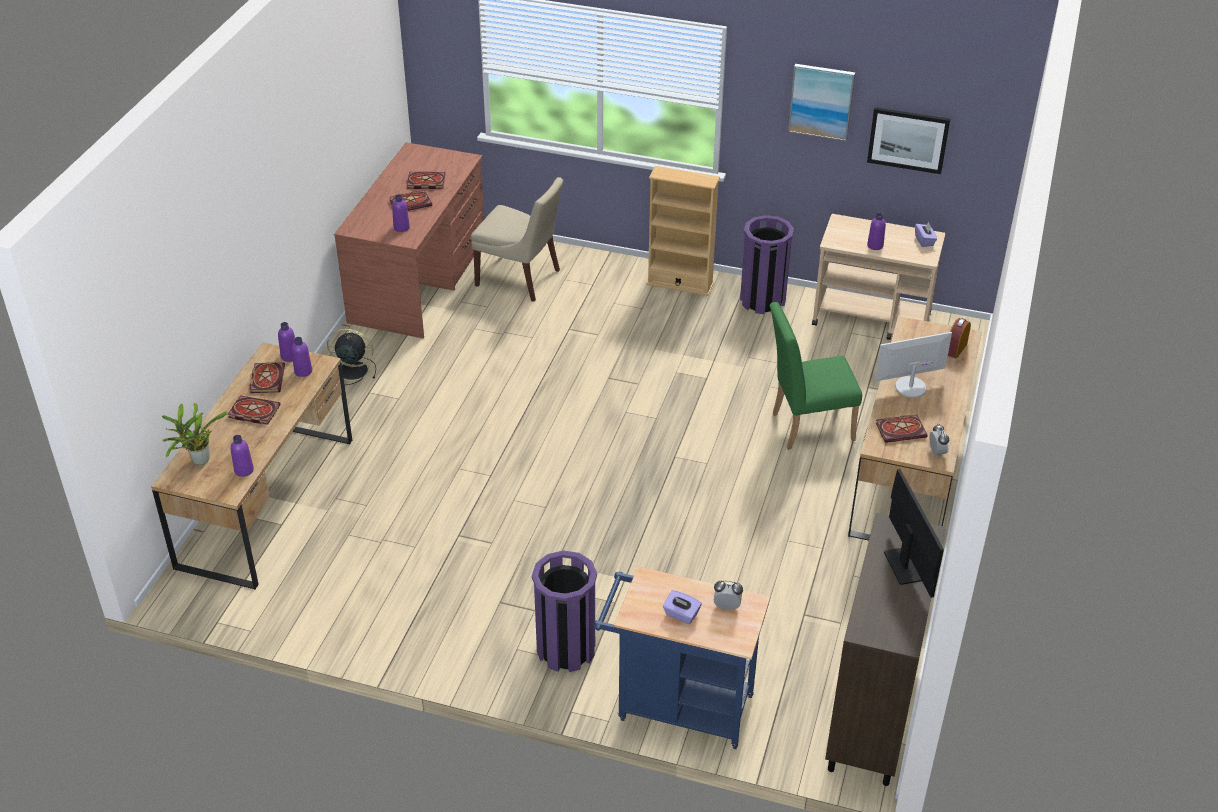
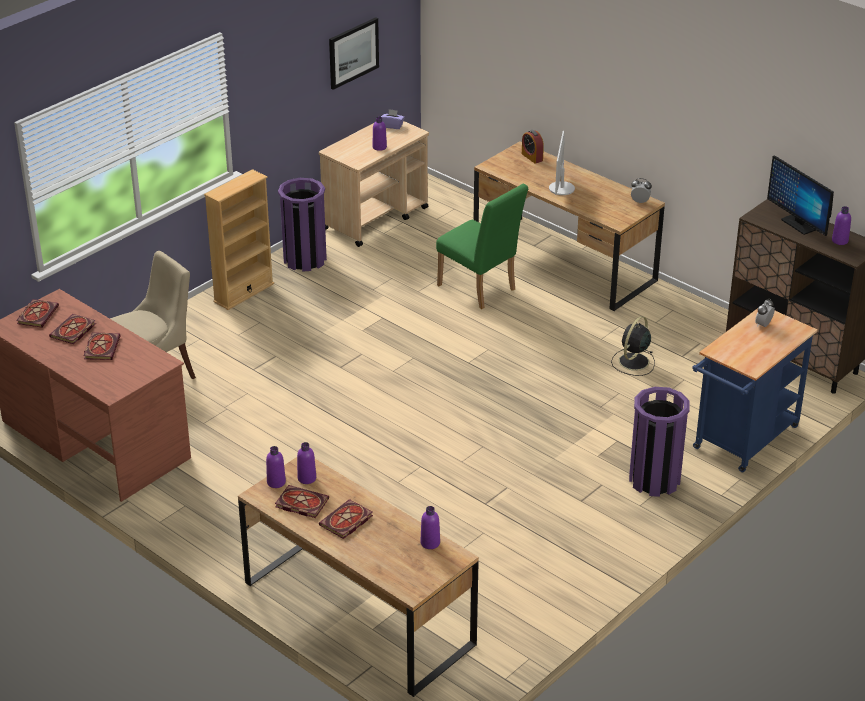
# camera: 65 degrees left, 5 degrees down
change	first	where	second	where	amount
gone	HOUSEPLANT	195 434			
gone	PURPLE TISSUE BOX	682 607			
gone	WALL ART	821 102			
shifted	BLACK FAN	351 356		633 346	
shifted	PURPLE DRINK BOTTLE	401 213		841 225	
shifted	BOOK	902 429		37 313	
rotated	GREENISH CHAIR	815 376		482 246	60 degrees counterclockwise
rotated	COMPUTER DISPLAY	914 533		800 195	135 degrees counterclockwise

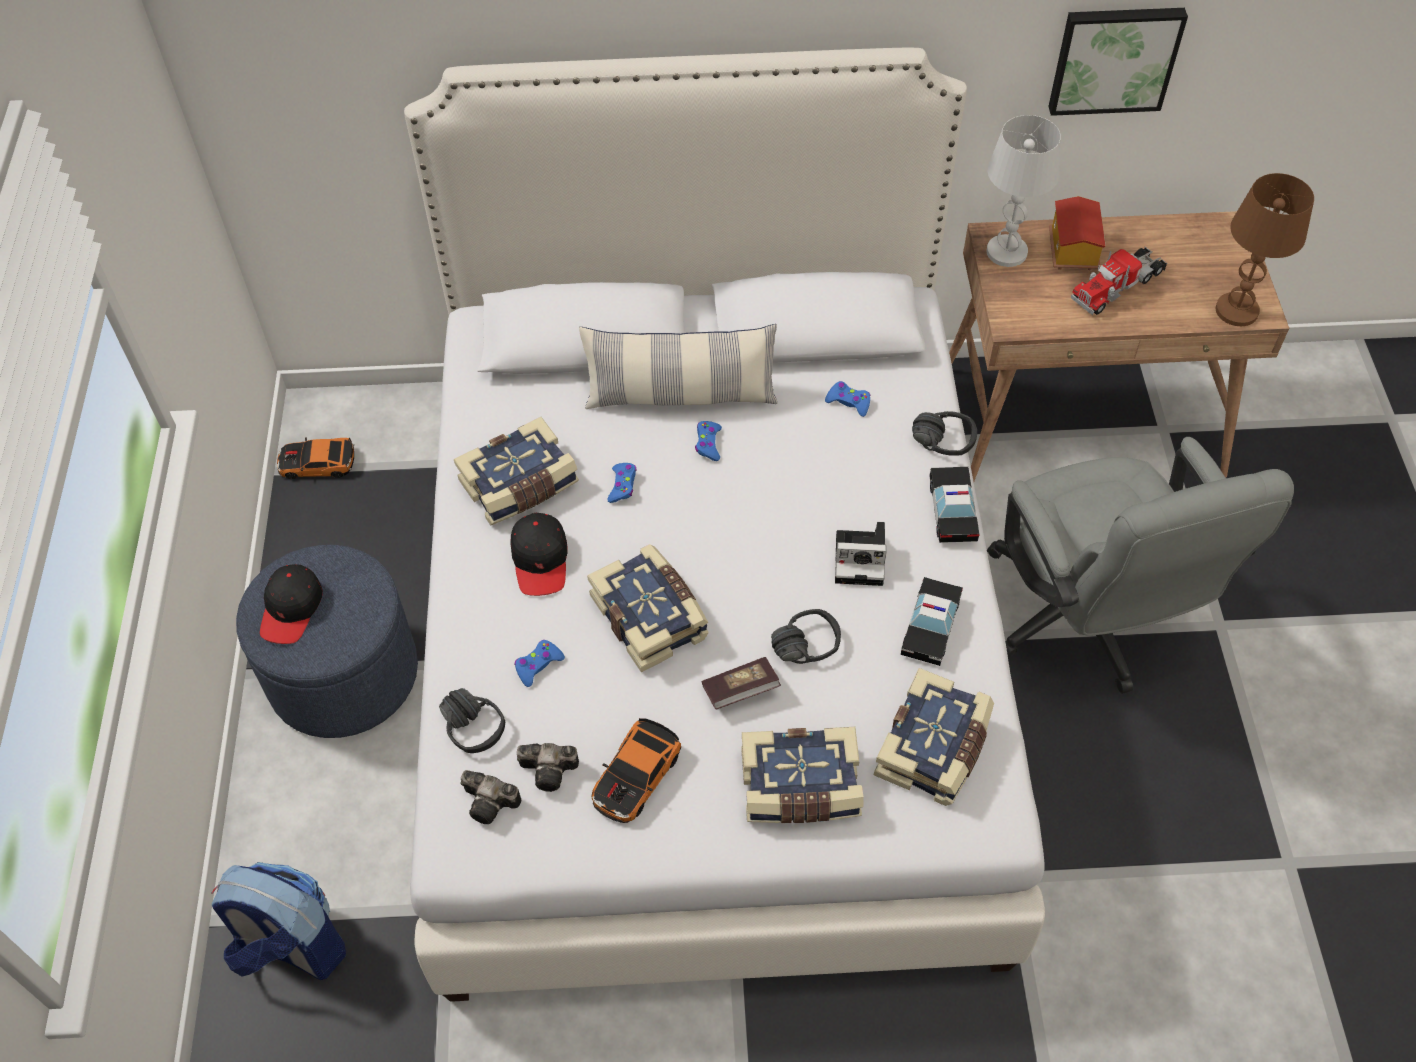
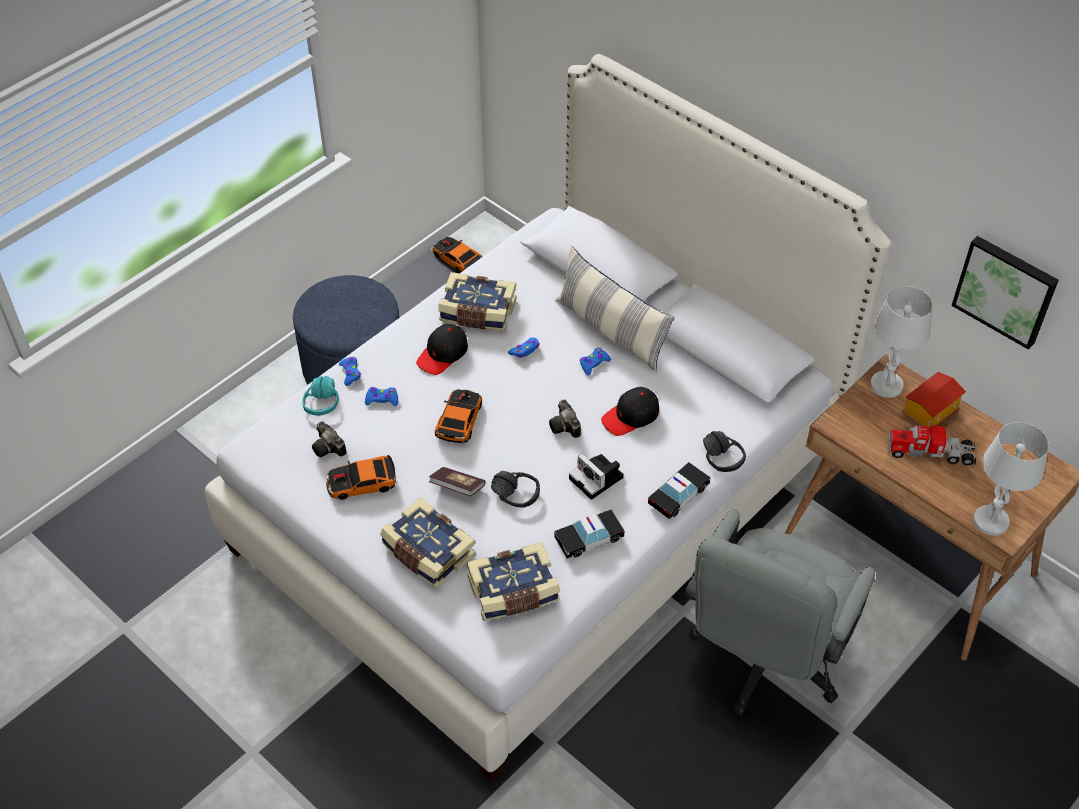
# camera: 45 degrees right, 5 degrees down
change	first	where	second	where	amount
gone	BACKPACK	278 921			
shifted	BLACK BASEBALL CAP	291 604		630 411	
shifted	PHOTO CAMERA	490 797		565 418	
shifted	BLUISH GAME CONTROLLER	847 399		350 371	
swapped	BOOK	648 608	MINIATURE CAR	458 416	
repainted	BLACK PAIR OF HEADPHONES	472 720	BLUE-GREEN PAIR OF HEADPHONES	320 396	
repainted	BROWNISH TABLETOP LAMP	1265 249	WHITE TABLETOP LAMP	1011 479	

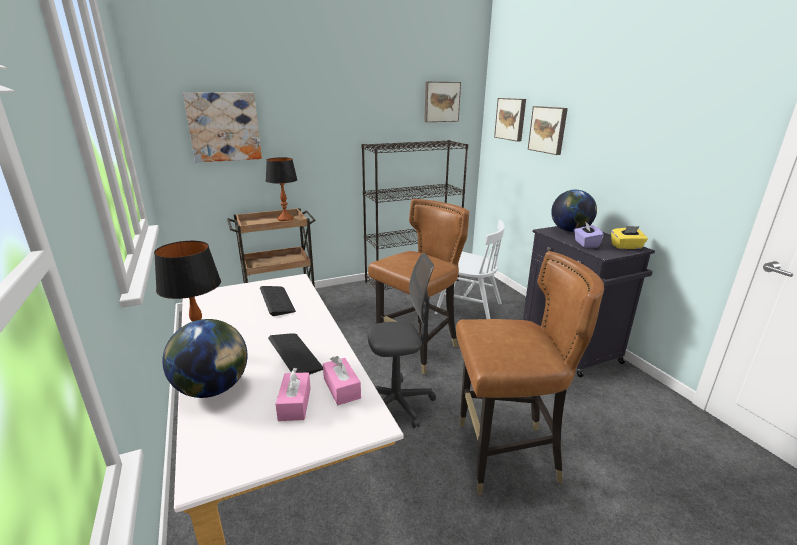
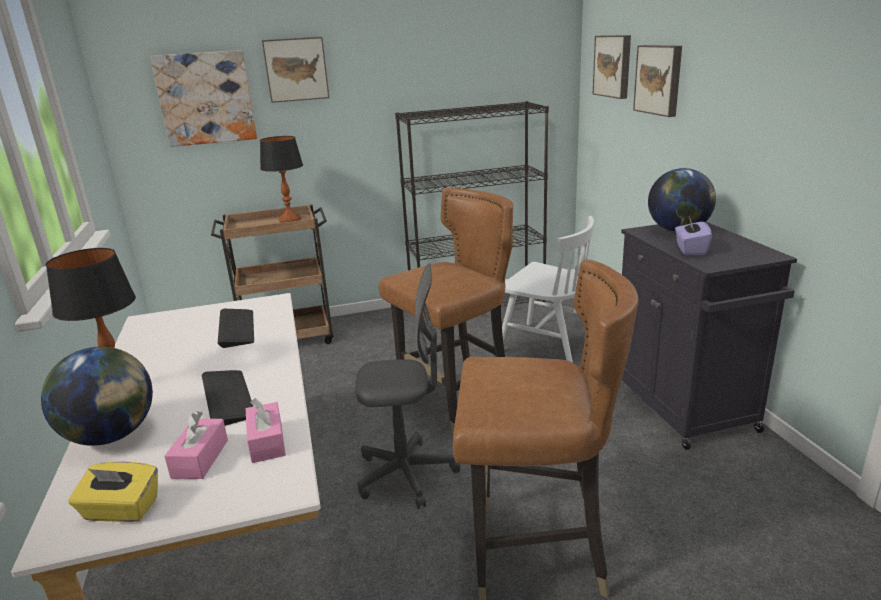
# camera: 10 degrees right, 0 degrees up
change	first	where	second	where	amount
shifted	WALL ART	442 102		295 70	
shifted	YELLOW-COLOURED TISSUE BOX	629 237		113 491	

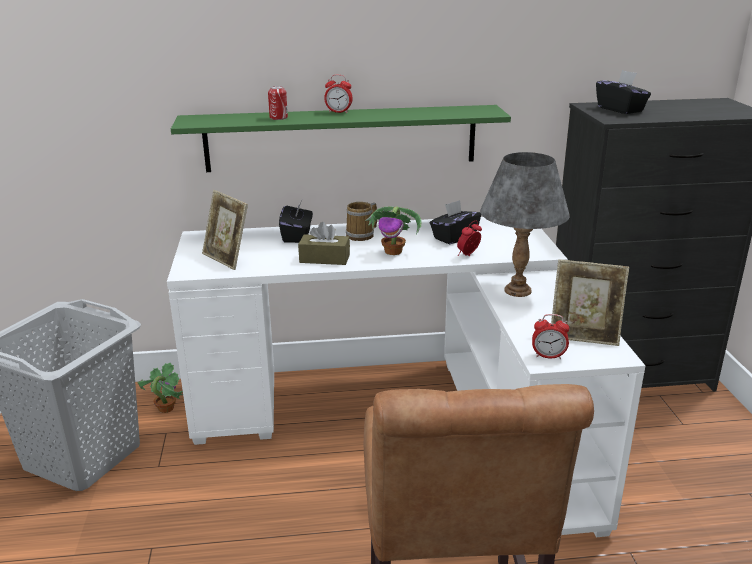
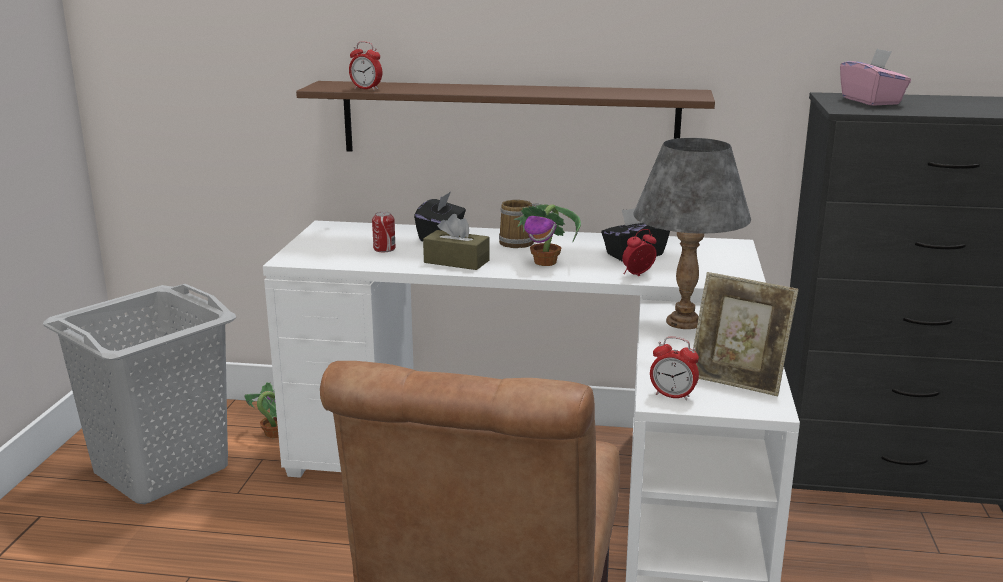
# camera: 15 degrees right, 5 degrees down
change	first	where	second	where	amount
gone	PHOTO FRAME	225 230			
shifted	METAL CAN	278 103		384 232	
shifted	BEDSIDE CLOCK	338 94		365 65	
repainted	GREENISH BRACKET SHELF	341 138	BROWNISH BRACKET SHELF	505 116	
repainted	BLACK TISSUE BOX	623 92	PINKISH TISSUE BOX	875 77	

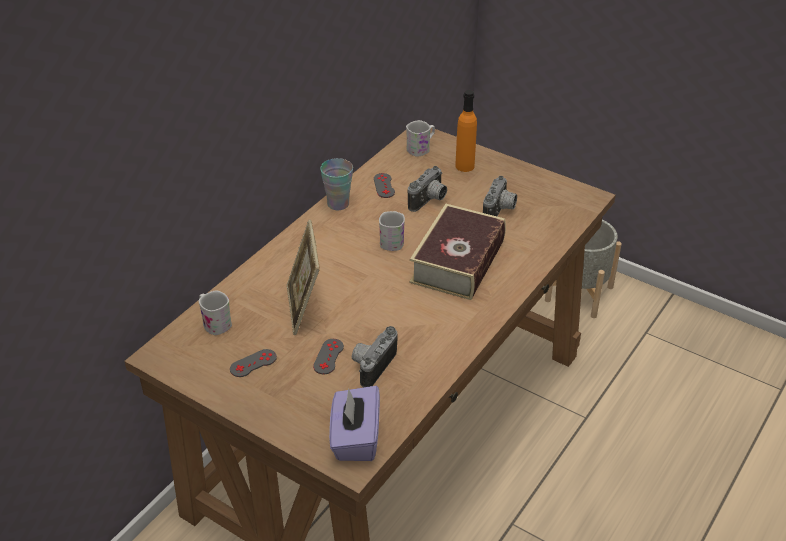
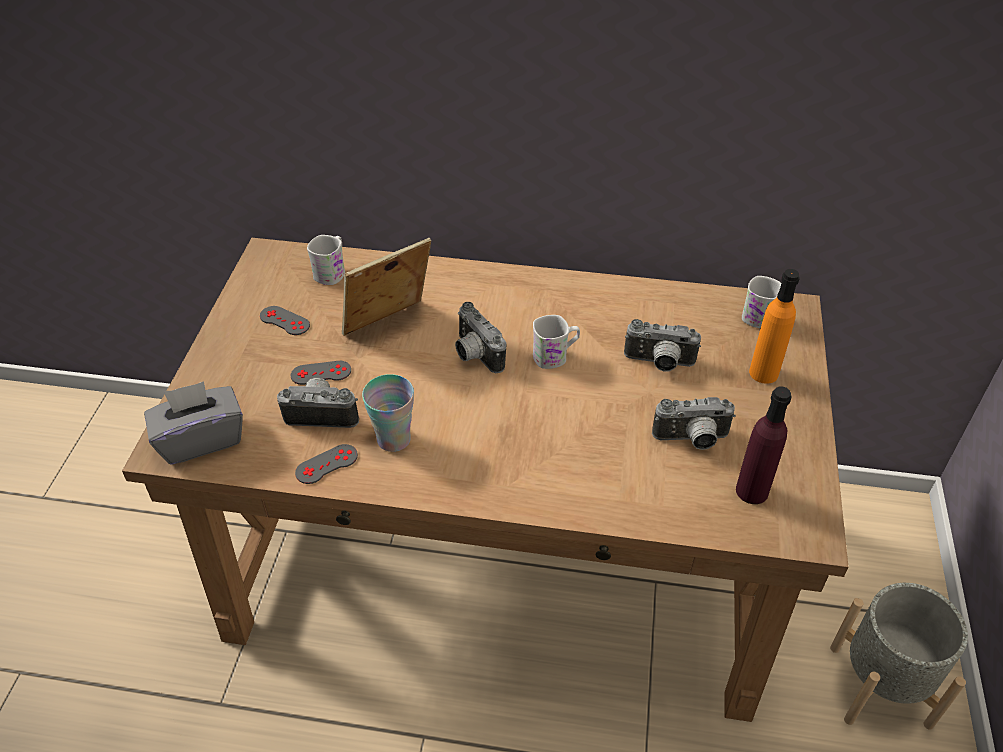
# camera: 65 degrees right, 5 degrees up
change	first	where	second	where	amount
gone	BOOK	458 252			
new			PHOTO CAMERA	480 337	
new			PURPLE DRINK BOTTLE	764 445	
shifted	CUP	336 184		388 413	
shifted	GREY GAME CONTROLLER	384 185		326 464	
repainted	PURPLE TISSUE BOX	354 423	GREY TISSUE BOX	193 423	

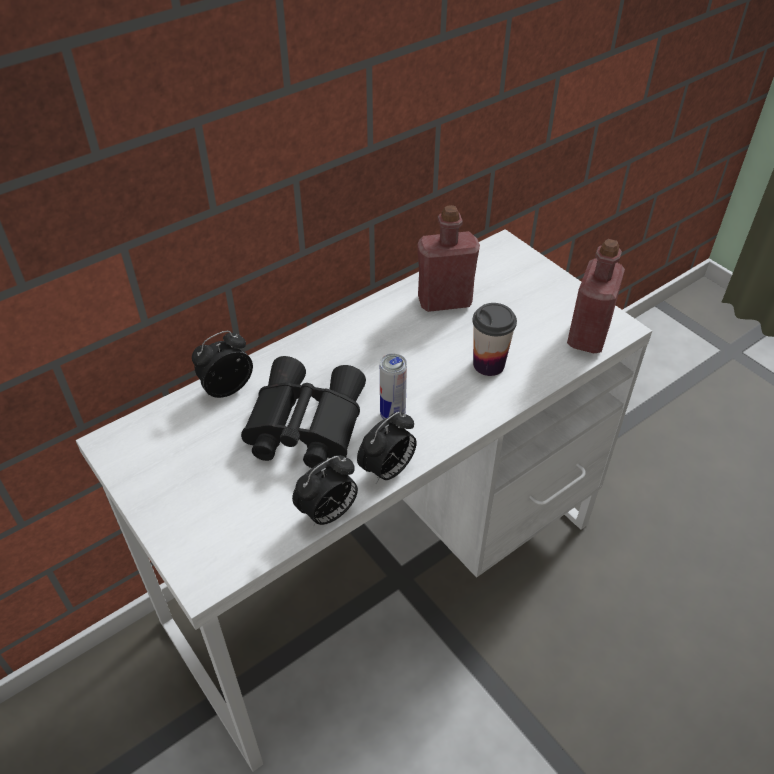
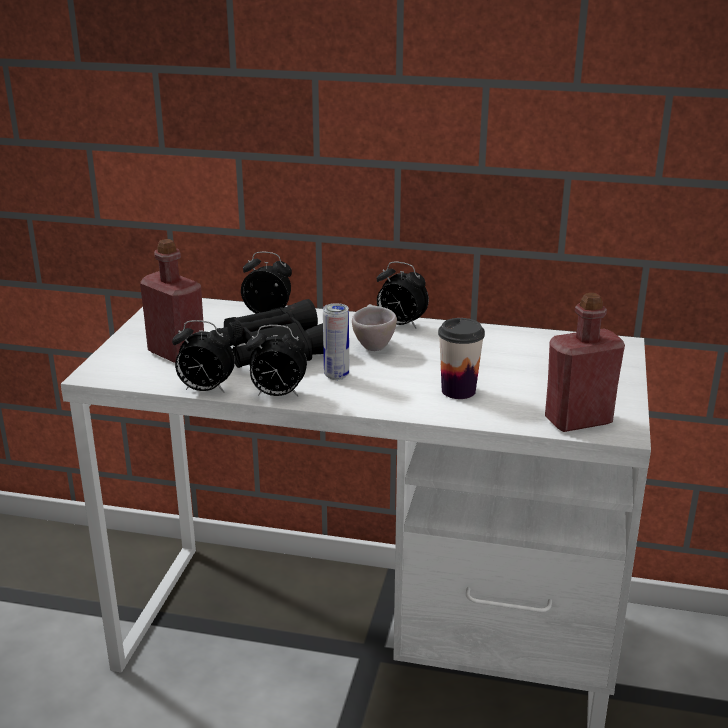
# camera: 50 degrees right, 20 degrees down
change	first	where	second	where	amount
new			BEIGE-COLOURED CUP	374 327	
new			BEDSIDE CLOCK	403 295	
shifted	REDDISH DRINK BOTTLE	448 258		172 301	

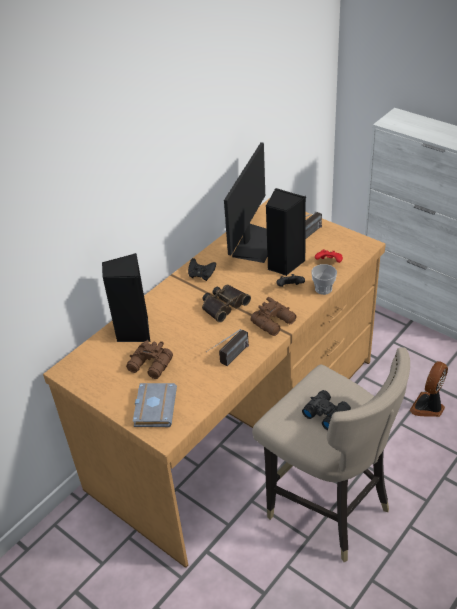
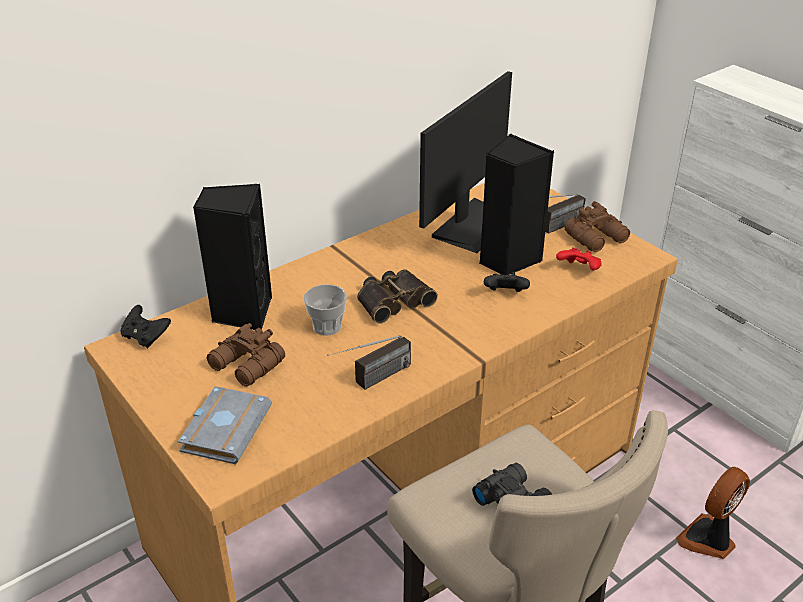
# camera: 10 degrees right, 5 degrees down
change	first	where	second	where	amount
shifted	BLACK GAME CONTROLLER	202 269		146 326	
shifted	BROWNISH BINOCULARS	274 316		597 226	
shifted	CUP	324 279		325 310	

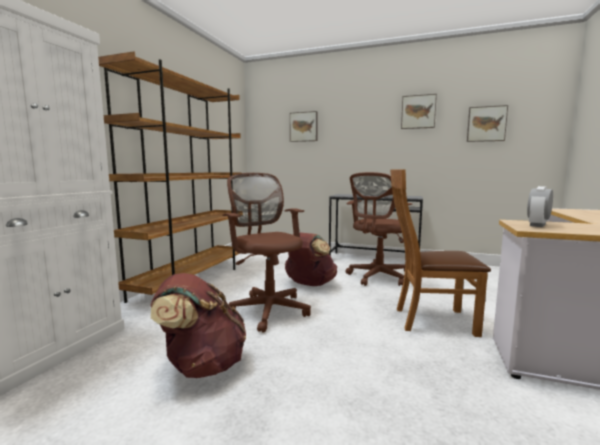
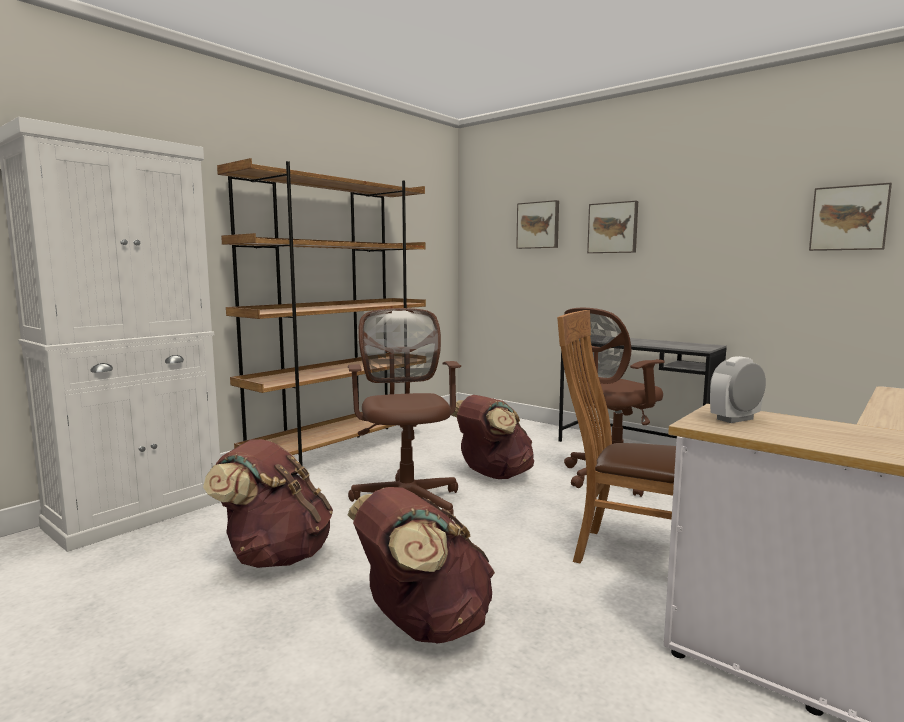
# camera: 20 degrees right, 0 degrees up
change	first	where	second	where	amount
new			BROWNISH BACKPACK	421 565	
shifted	WALL ART	419 111		612 227	

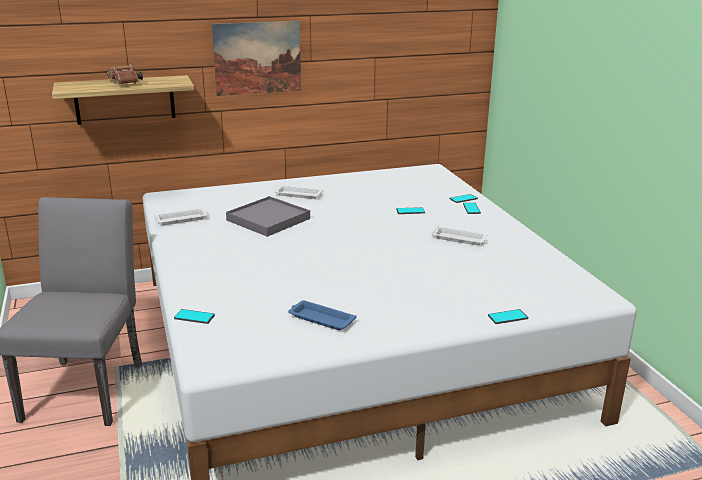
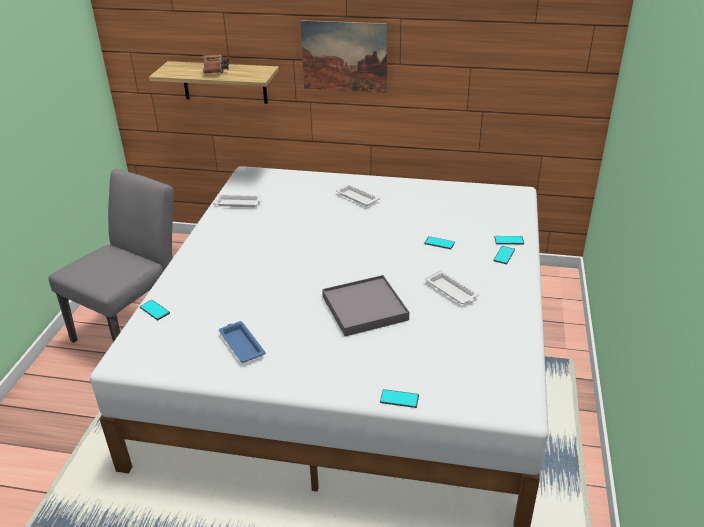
# camera: 30 degrees right, 10 degrees up
change	first	where	second	where	amount
shifted	GREY CARRYING TRAY	268 216		365 305	

